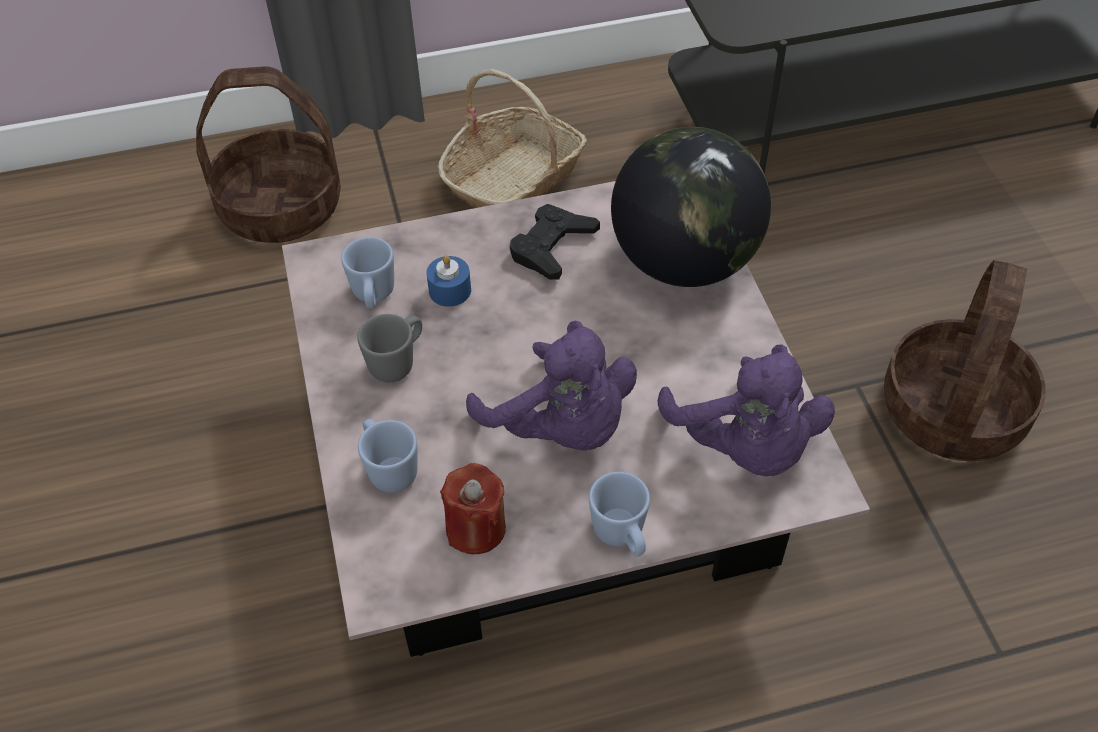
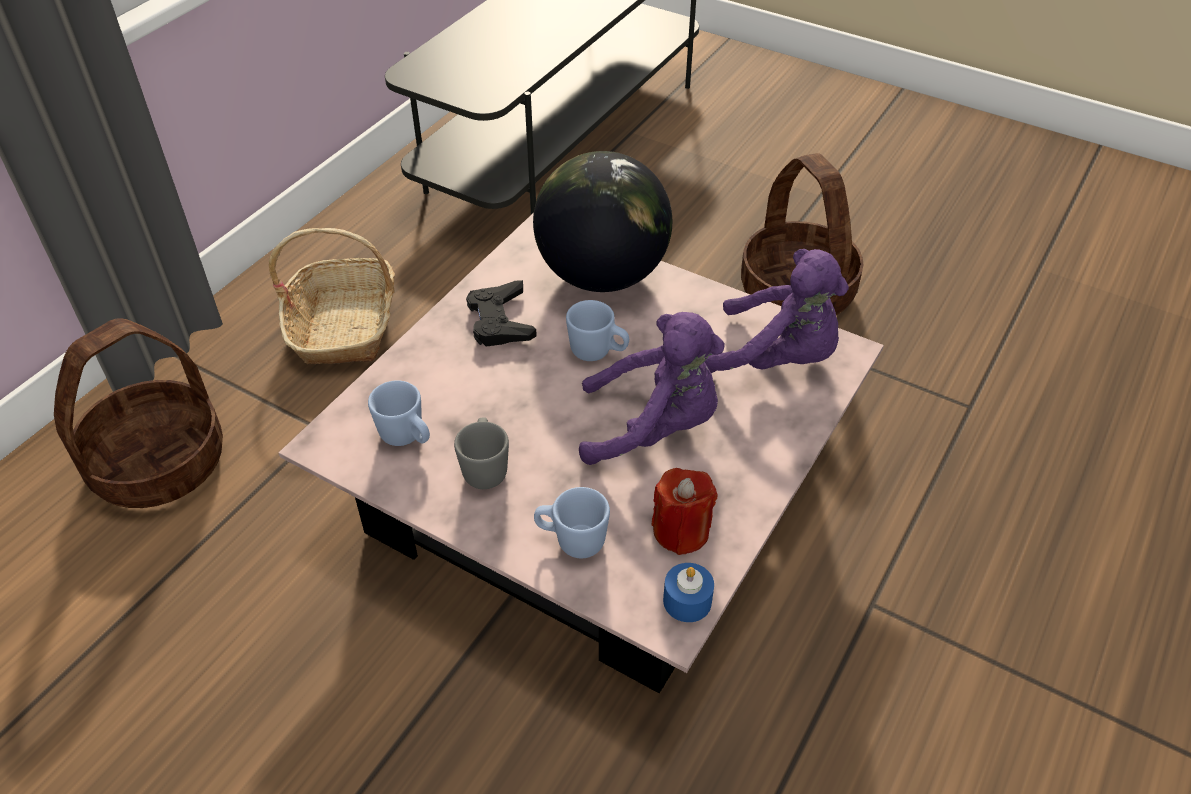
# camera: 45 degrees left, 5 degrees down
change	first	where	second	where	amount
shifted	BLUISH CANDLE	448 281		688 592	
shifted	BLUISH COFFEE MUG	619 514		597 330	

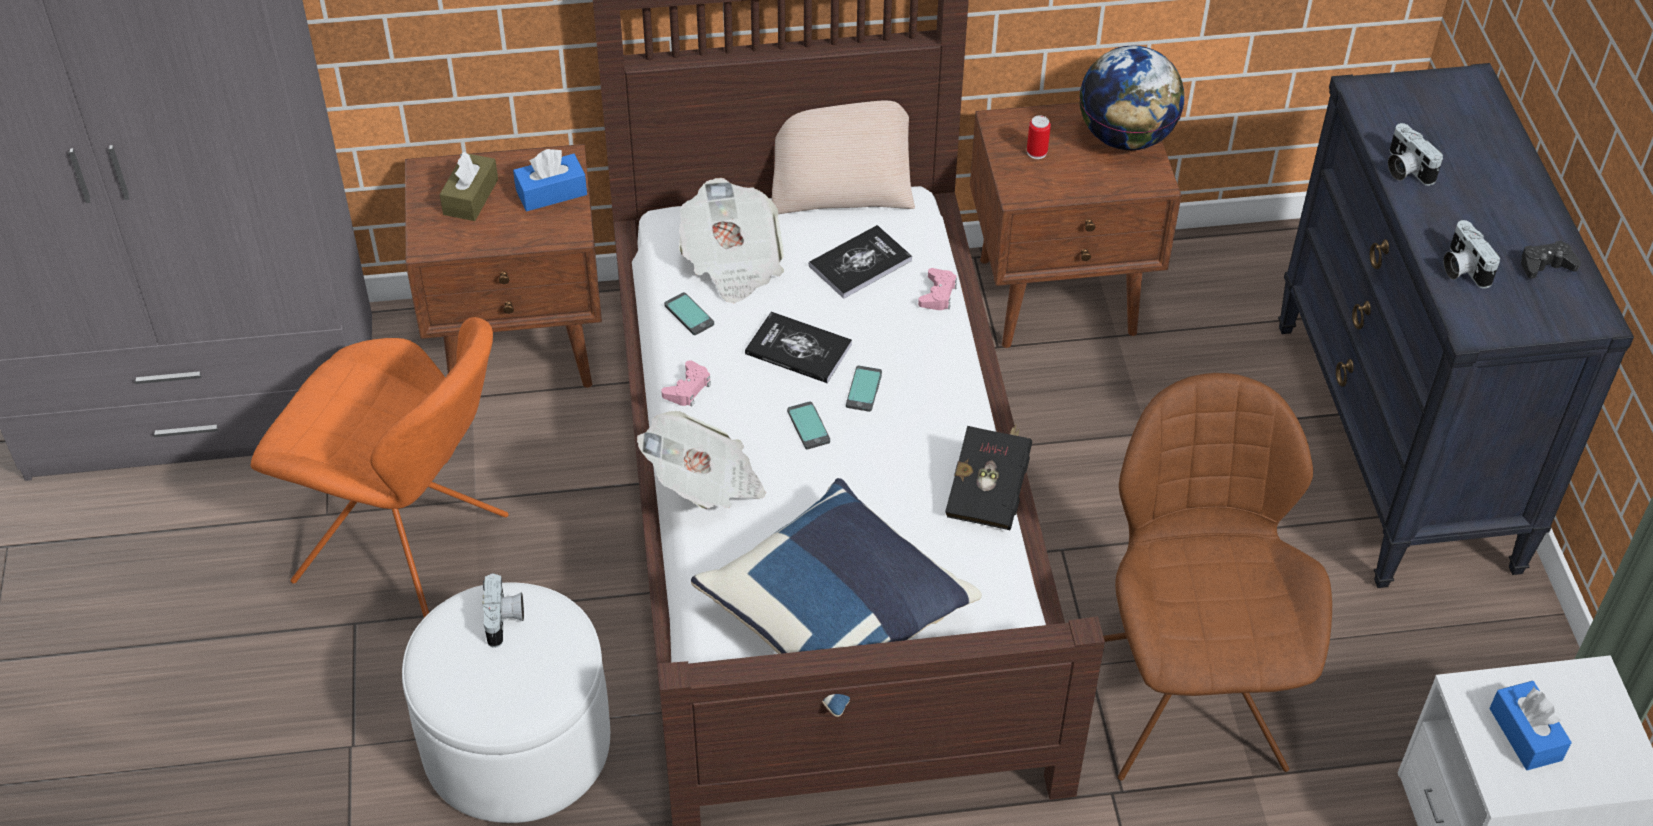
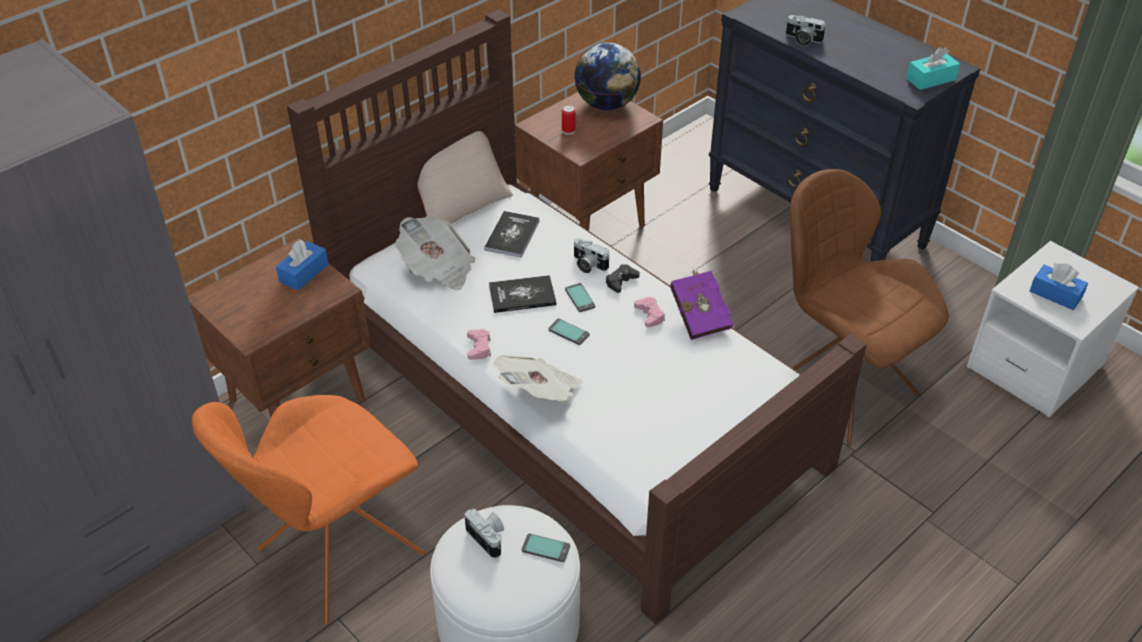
# camera: 35 degrees left, 5 degrees down
change	first	where	second	where	amount
gone	BROWNISH TISSUE BOX	468 186			
gone	BLUISH THROW PILLOW	836 597			
new			BLUE-GREEN TISSUE BOX	933 68	
shifted	HANDSET	689 313		546 547	
shifted	PINKISH GAME CONTROLLER	937 289		649 312	
shifted	PHOTO CAMERA	1471 254		591 255	
shifted	BLACK GAME CONTROLLER	1551 259		623 278	
repainted	BLACK BOOK	988 477	PURPLE BOOK	701 304	
rotated	ORANGE-COLOURED CHAIR	379 467		308 510	150 degrees clockwise

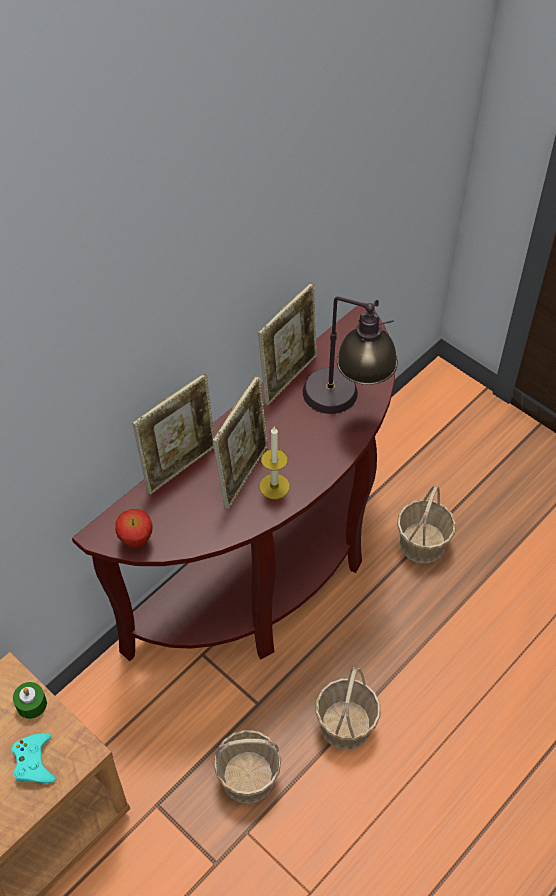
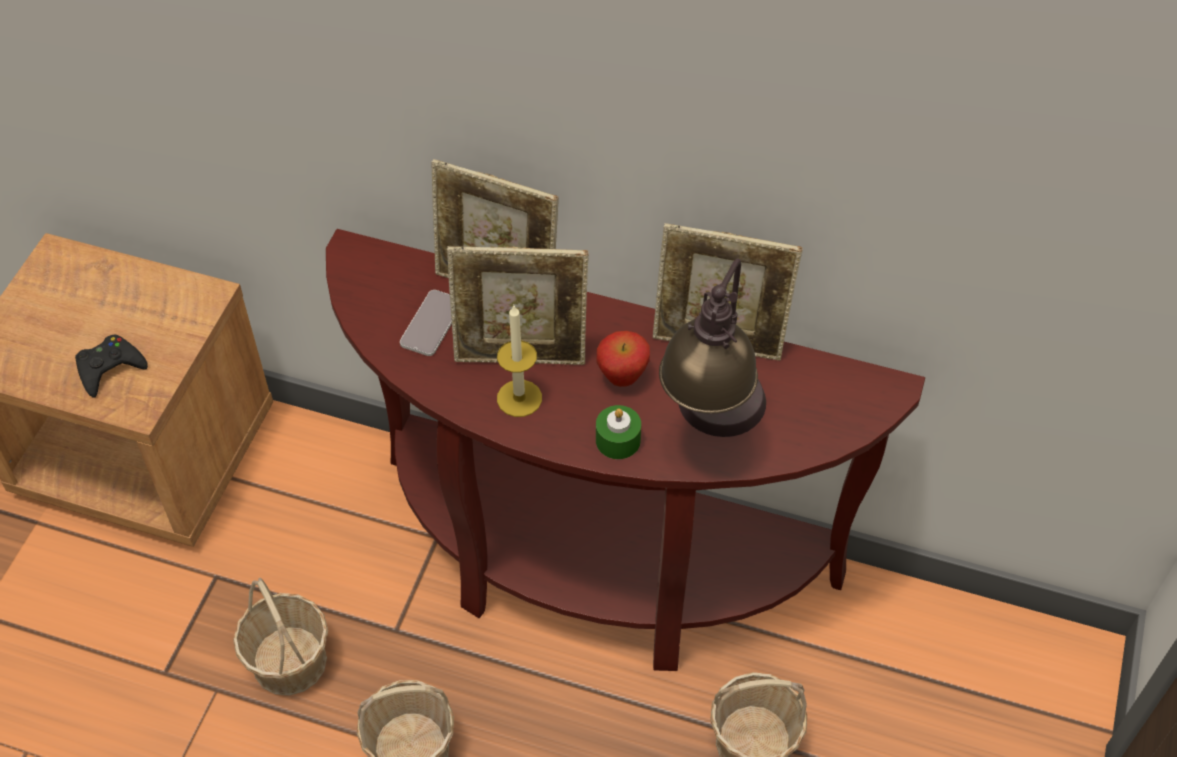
# camera: 65 degrees right, 0 degrees up
change	first	where	second	where	amount
new			HANDSET	426 323	
shifted	GREENISH CANDLE	30 700		618 432	
shifted	APPLE	134 528		623 359	
repainted	BLUE-GREEN GAME CONTROLLER	33 758	BLACK GAME CONTROLLER	111 366	

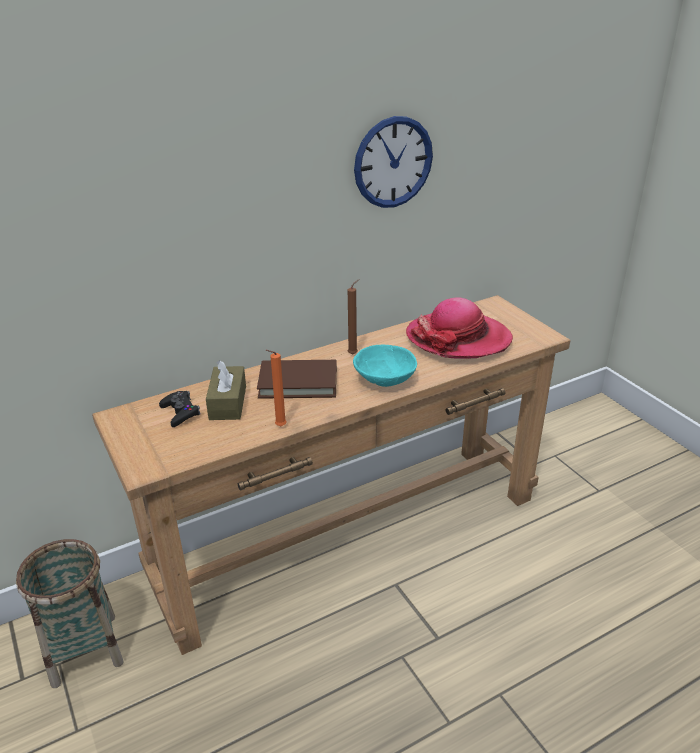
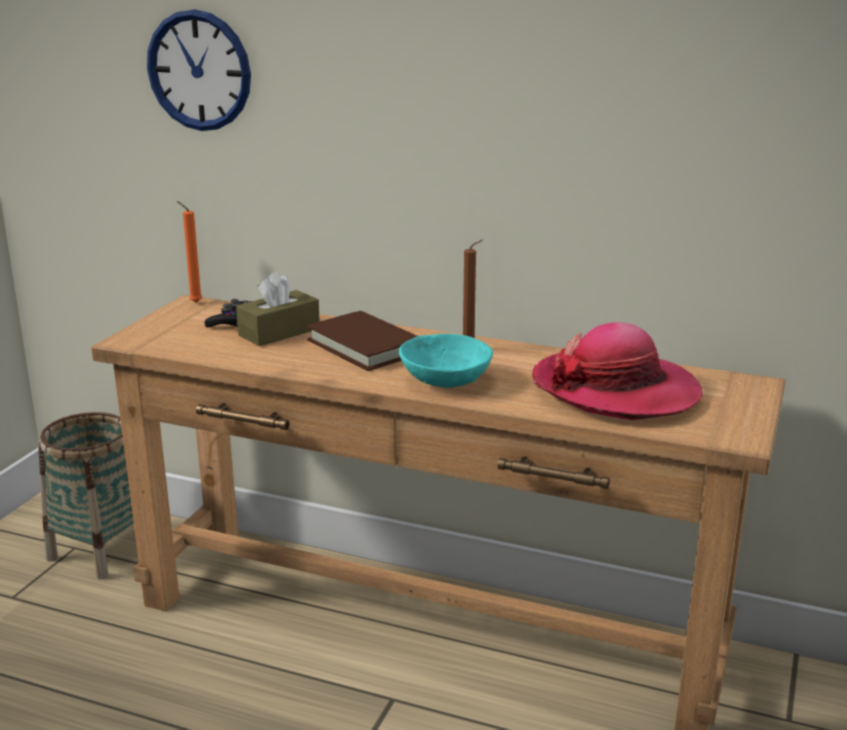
# camera: 50 degrees right, 10 degrees down
change	first	where	second	where	amount
shifted	ORANGE-COLOURED CANDLE	276 388		189 252	
shifted	WALL CLOCK	393 162		199 70	

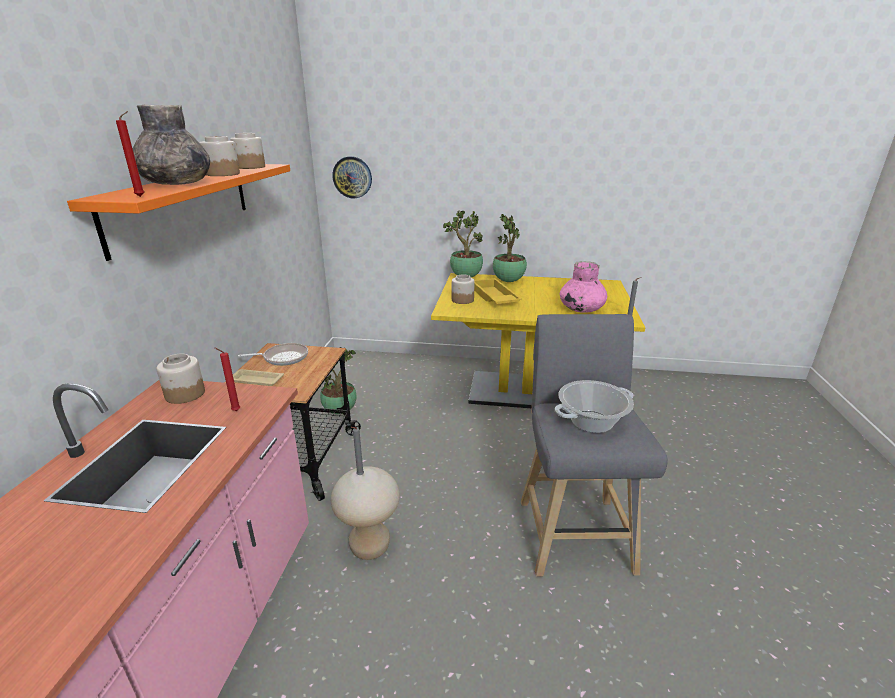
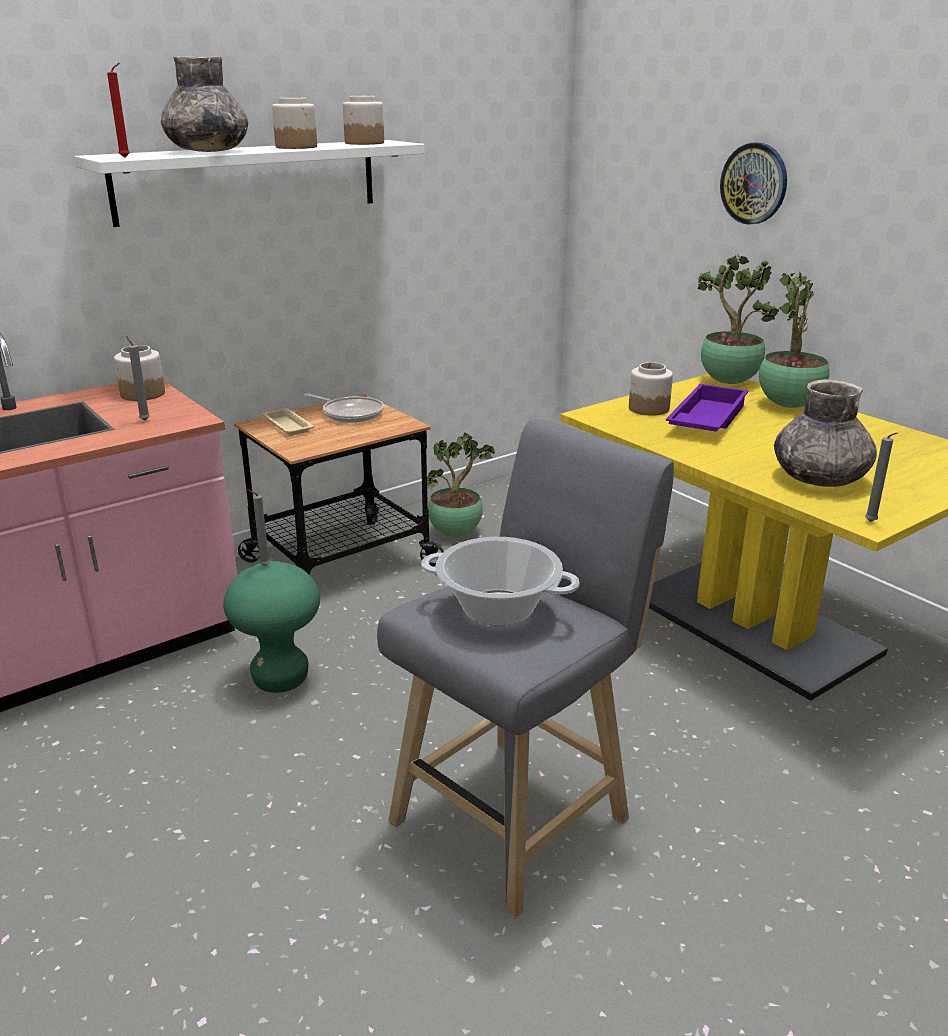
# camera: 45 degrees right, 0 degrees up
change	first	where	second	where	amount
shifted	WALL CLOCK	352 177		753 183	
repainted	ORANGE-COLOURED BRACKET SHELF	178 212	WHITE BRACKET SHELF	250 183	
repainted	REDDISH CANDLE	227 379	GREY CANDLE	138 378	
repainted	BEIGE-COLOURED STOOL	365 513	GREENISH STOOL	271 627	
repainted	YELLOW-COLOURED CARRYING TRAY	498 291	PURPLE CARRYING TRAY	707 408	
repainted	PINKISH FLOWER VASE	583 287	GREY FLOWER VASE	825 433	

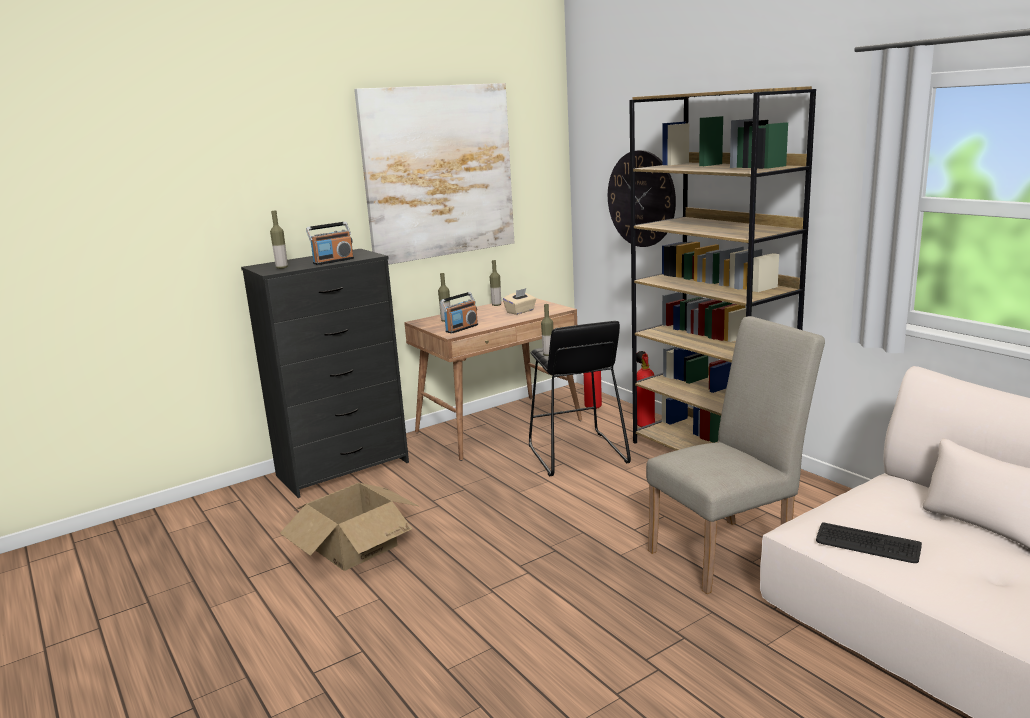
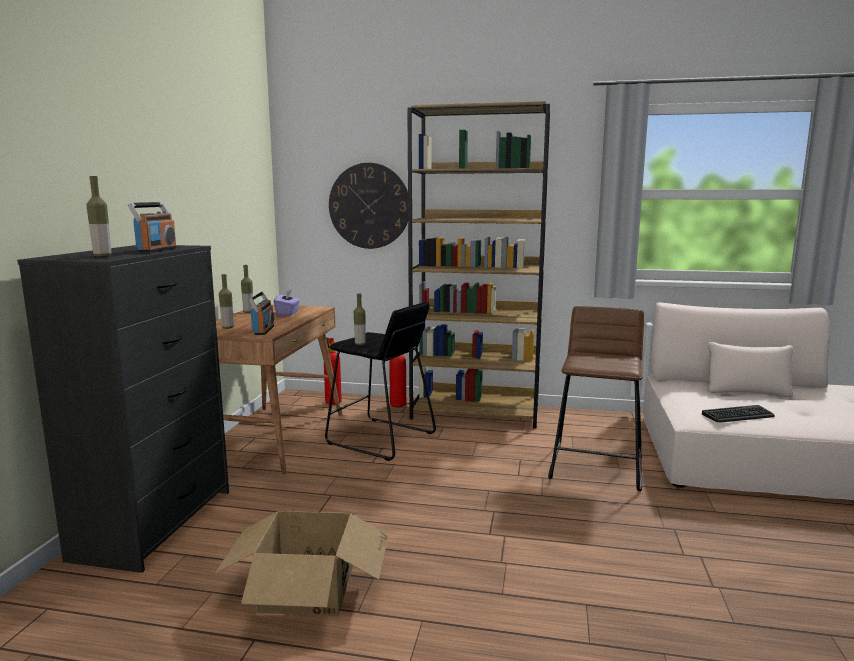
# camera: 45 degrees left, 5 degrees down
change	first	where	second	where	amount
gone	WALL ART	434 174			
swapped	BEIGE-COLOURED CHAIR	735 455	BROWNISH STOOL	596 399	
repainted	BEIGE-COLOURED TISSUE BOX	519 301	PURPLE TISSUE BOX	287 302	

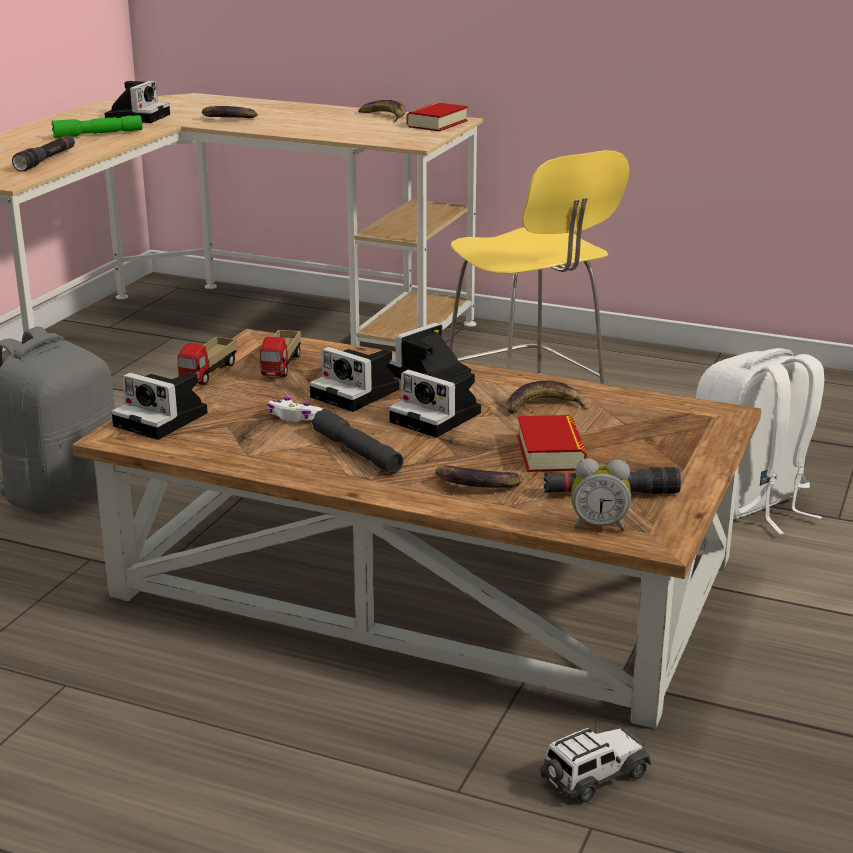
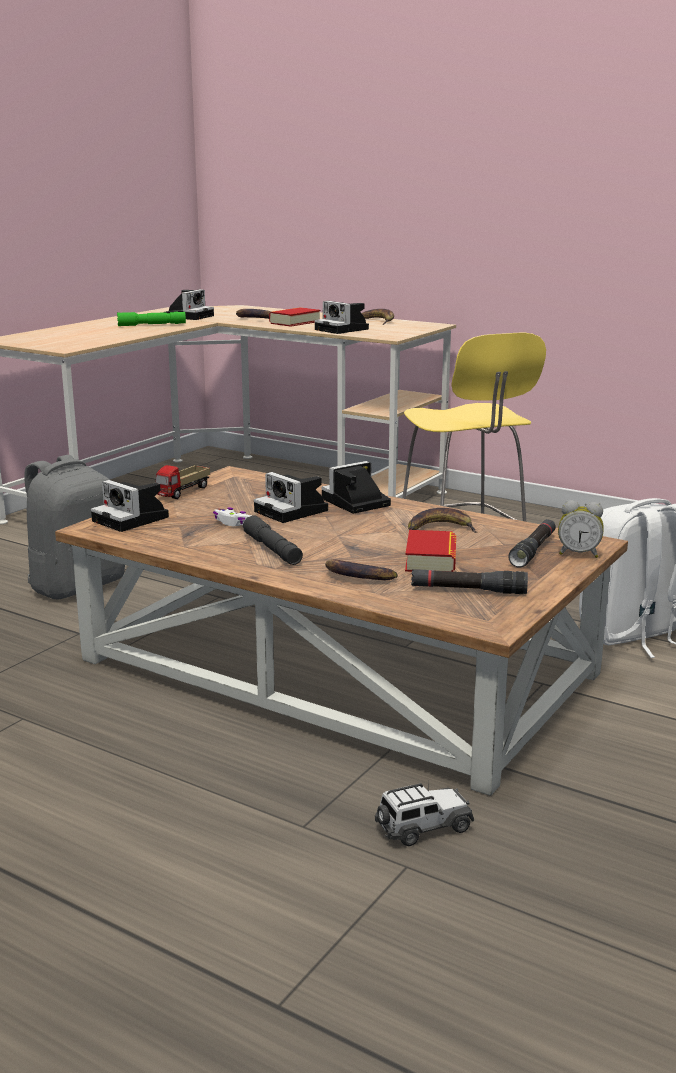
# camera: 10 degrees right, 5 degrees down
change	first	where	second	where	amount
gone	TOY TRUCK	280 353			
shifted	BLACK TORCH	43 153		532 543	
shifted	PHOTO CAMERA	435 404		341 317	
shifted	BOOK	437 116		295 317	
shifted	BEDSIDE CLOCK	601 494		581 529	

